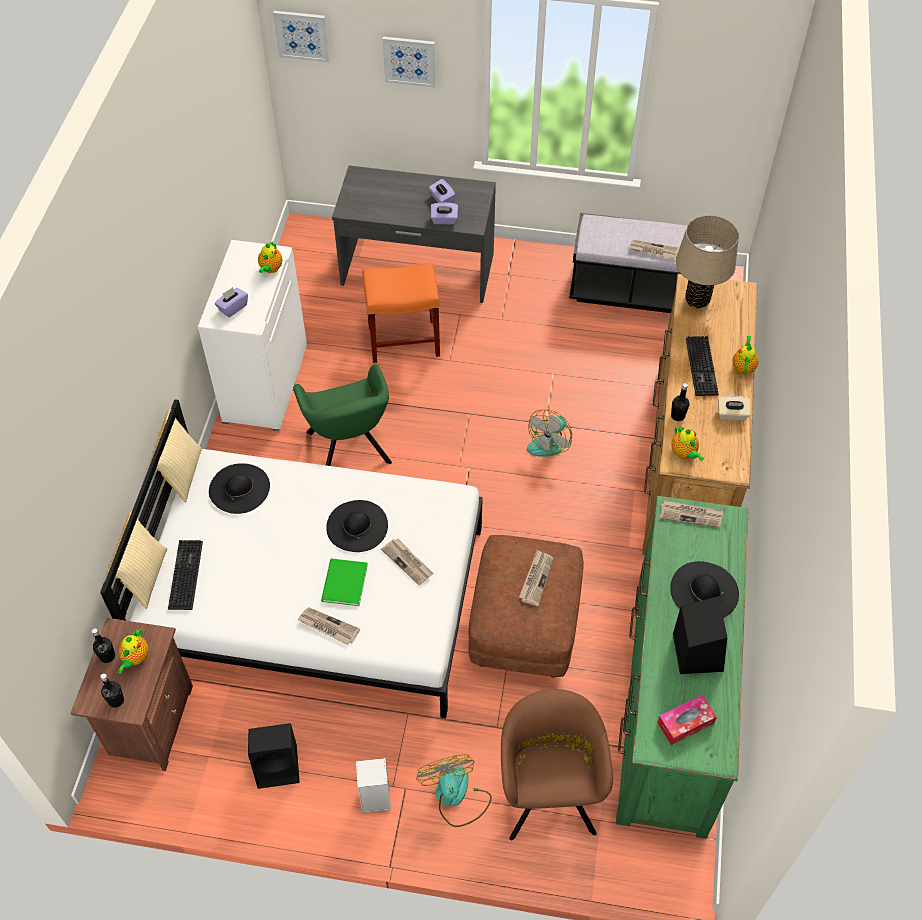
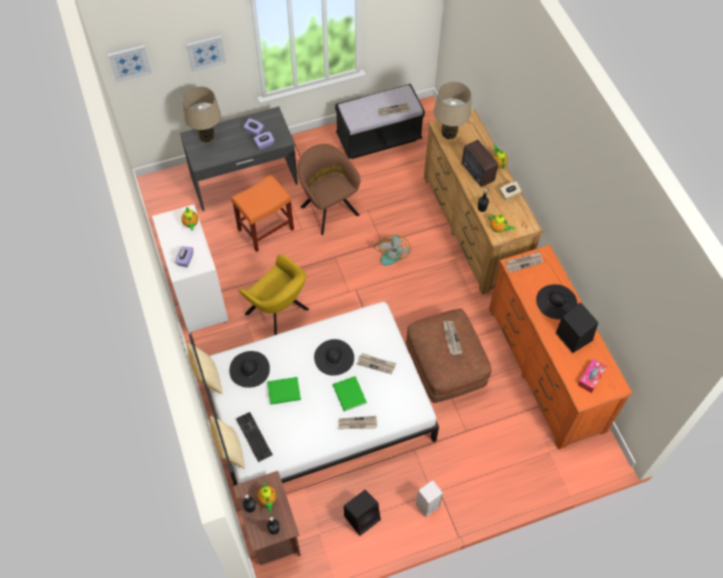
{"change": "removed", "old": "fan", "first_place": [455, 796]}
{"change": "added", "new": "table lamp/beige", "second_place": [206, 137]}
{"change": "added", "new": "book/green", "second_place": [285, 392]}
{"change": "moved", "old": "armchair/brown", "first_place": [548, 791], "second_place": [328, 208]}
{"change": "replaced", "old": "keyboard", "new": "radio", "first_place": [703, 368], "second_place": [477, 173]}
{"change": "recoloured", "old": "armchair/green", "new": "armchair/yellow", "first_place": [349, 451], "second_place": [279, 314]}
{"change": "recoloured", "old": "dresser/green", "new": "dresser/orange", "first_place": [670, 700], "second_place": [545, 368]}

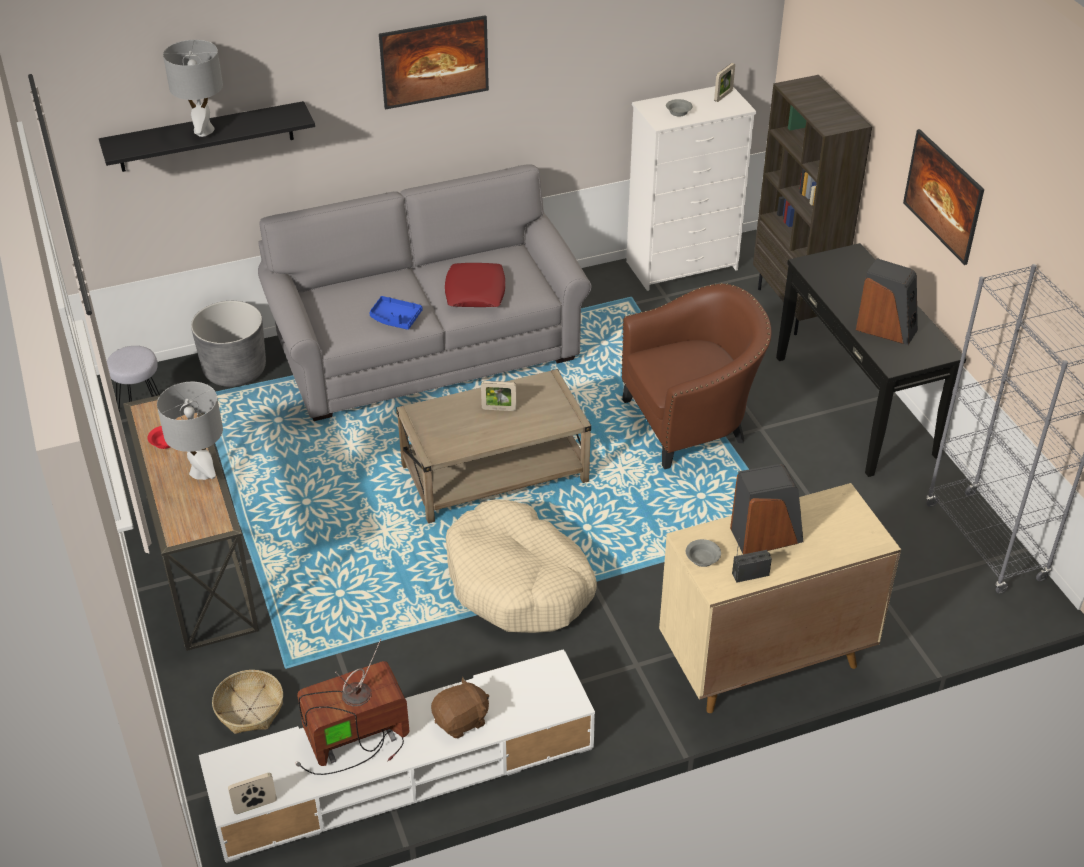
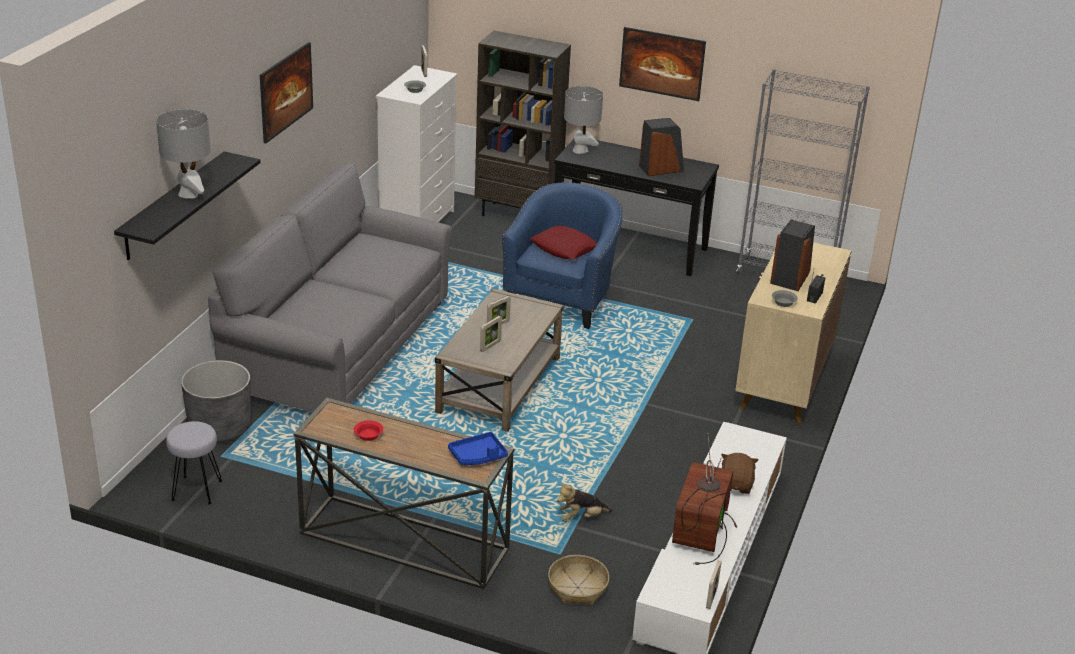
{"change": "removed", "old": "dog bed/beige", "first_place": [519, 582]}
{"change": "added", "new": "picture frame", "second_place": [490, 346]}
{"change": "added", "new": "plush toy", "second_place": [581, 517]}
{"change": "moved", "old": "table lamp/grey", "first_place": [201, 472], "second_place": [580, 150]}
{"change": "moved", "old": "tray/blue", "first_place": [395, 318], "second_place": [478, 456]}
{"change": "moved", "old": "pillow/red", "first_place": [475, 291], "second_place": [564, 248]}
{"change": "recoloured", "old": "armchair/brown", "new": "armchair/blue", "first_place": [691, 422], "second_place": [562, 299]}

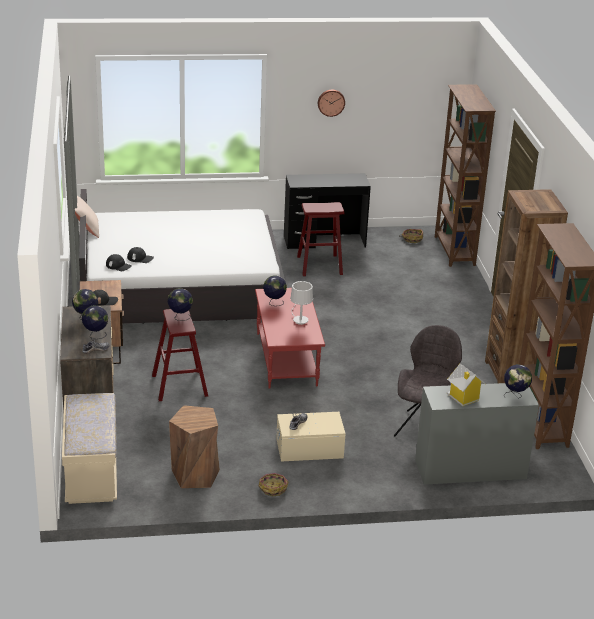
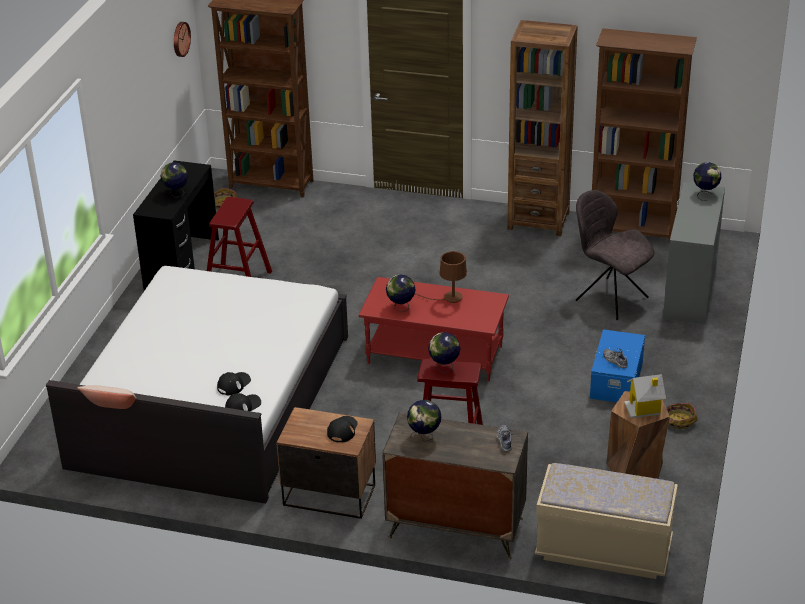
{"change": "moved", "old": "globe", "first_place": [95, 335], "second_place": [176, 194]}
{"change": "moved", "old": "wall clock", "first_place": [331, 102], "second_place": [180, 39]}
{"change": "moved", "old": "toy house", "first_place": [463, 398], "second_place": [644, 408]}
{"change": "recoloured", "old": "storage box/beige", "new": "storage box/blue", "first_place": [309, 448], "second_place": [615, 380]}
{"change": "recoloured", "old": "table lamp/white", "new": "table lamp/brown", "first_place": [299, 319], "second_place": [447, 299]}

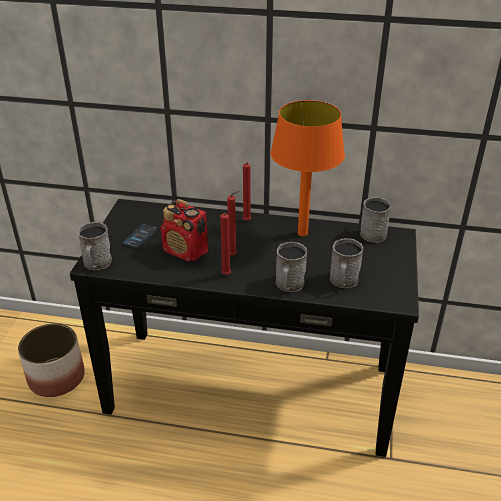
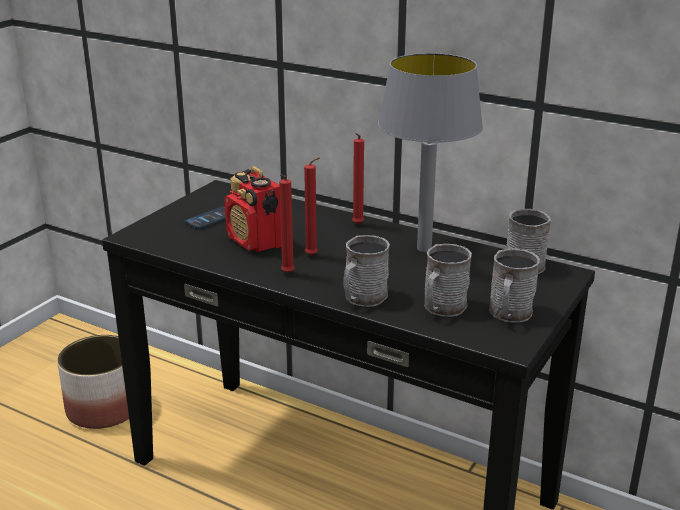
{"change": "moved", "old": "mug/grey", "first_place": [97, 264], "second_place": [509, 314]}
{"change": "recoloured", "old": "table lamp/orange", "new": "table lamp/grey", "first_place": [302, 233], "second_place": [423, 248]}

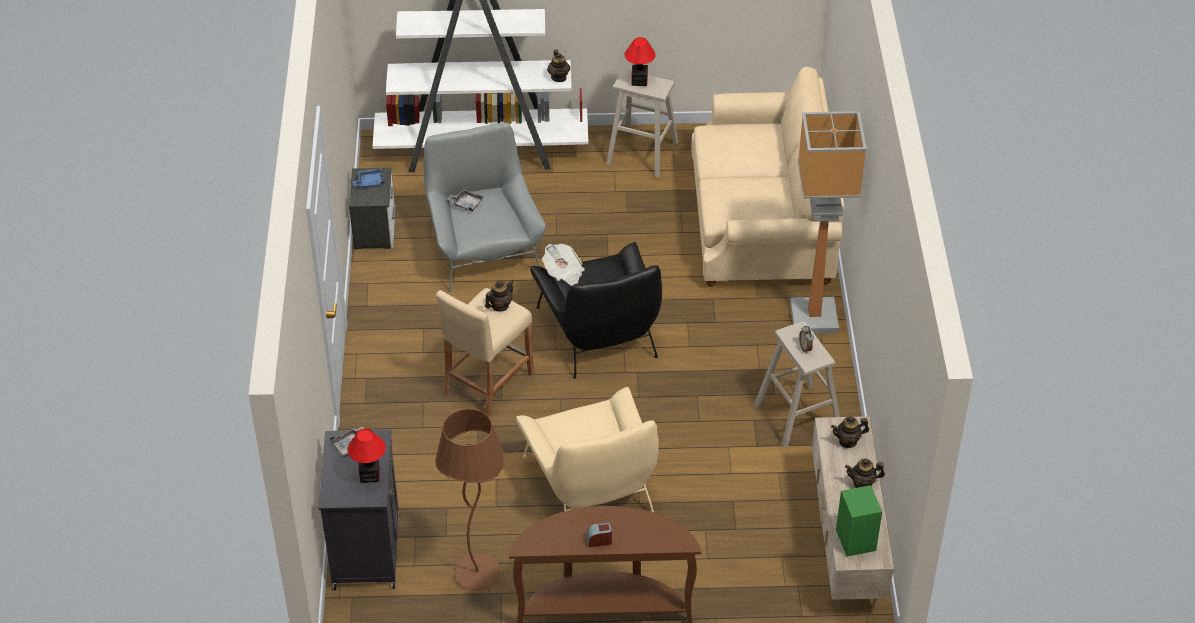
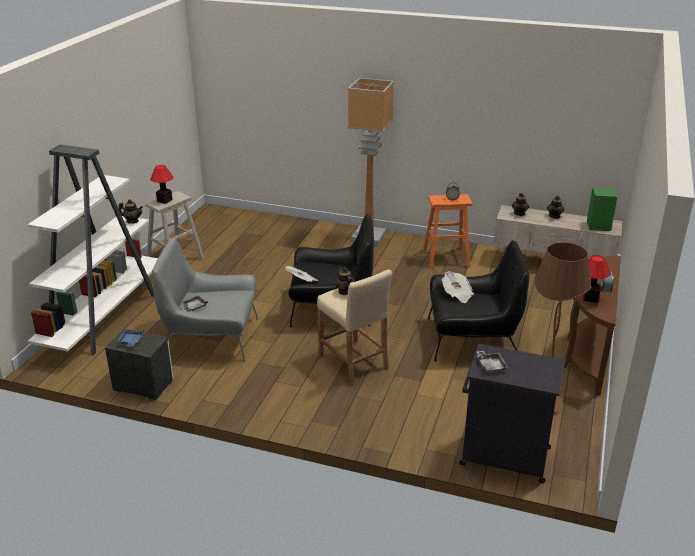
{"change": "removed", "old": "sofa/beige", "first_place": [762, 222]}
{"change": "added", "new": "newspaper", "second_place": [457, 294]}
{"change": "moved", "old": "table lamp", "first_place": [369, 475], "second_place": [590, 298]}
{"change": "recoloured", "old": "armchair/beige", "new": "armchair/black", "first_place": [590, 484], "second_place": [472, 339]}
{"change": "recoloured", "old": "stool/beige", "new": "stool/orange", "first_place": [797, 416], "second_place": [446, 257]}

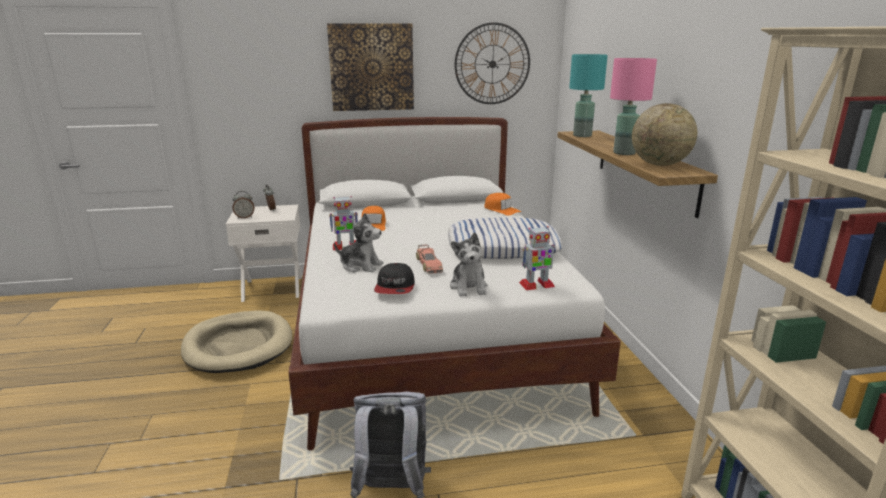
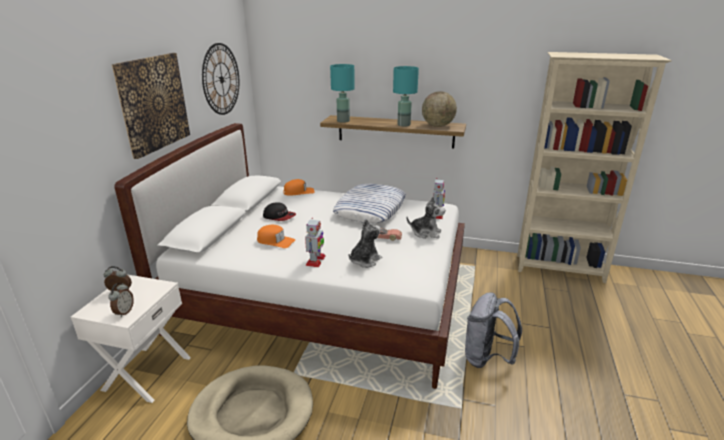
{"change": "moved", "old": "cap", "first_place": [395, 287], "second_place": [279, 216]}
{"change": "recoloured", "old": "table lamp/pink", "new": "table lamp/turquoise", "first_place": [623, 153], "second_place": [404, 125]}

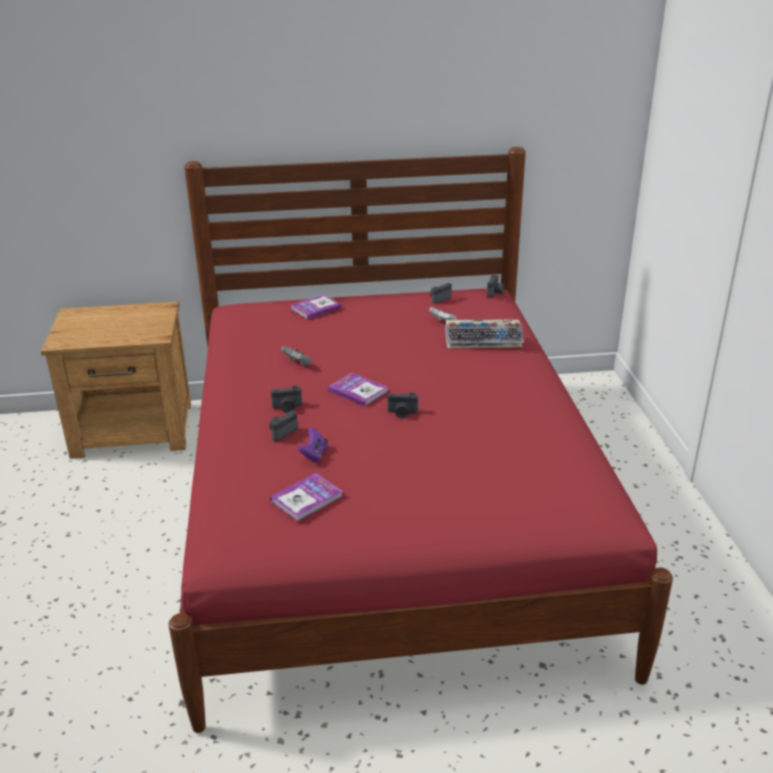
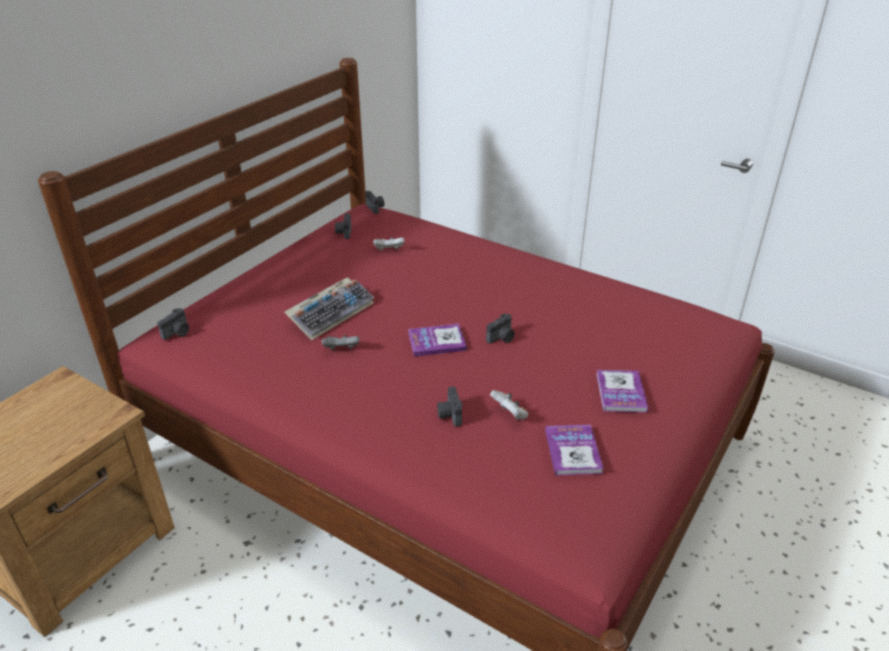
{"change": "moved", "old": "photo camera", "first_place": [287, 407], "second_place": [177, 332]}
{"change": "moved", "old": "book", "first_place": [315, 308], "second_place": [621, 392]}
{"change": "moved", "old": "keyboard", "first_place": [484, 339], "second_place": [331, 313]}
{"change": "recoloured", "old": "game controller/purple", "new": "game controller/white", "first_place": [314, 455], "second_place": [509, 414]}

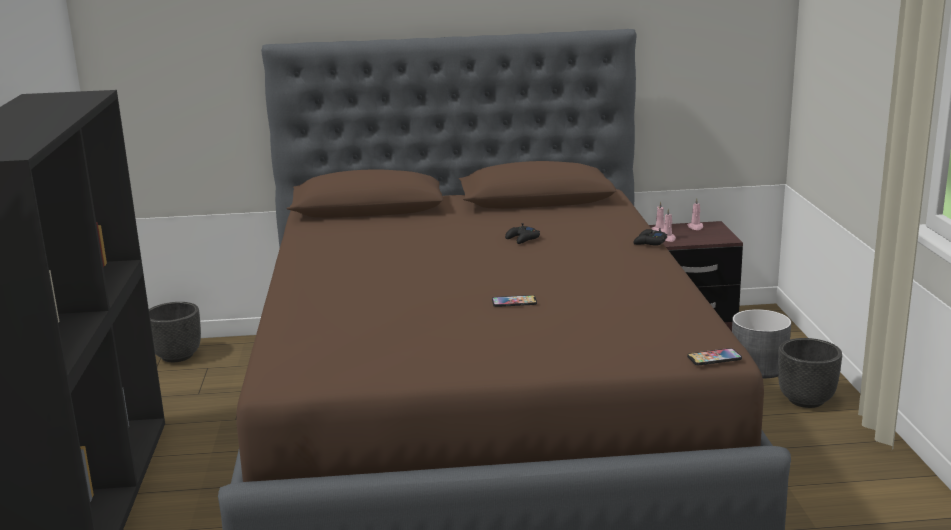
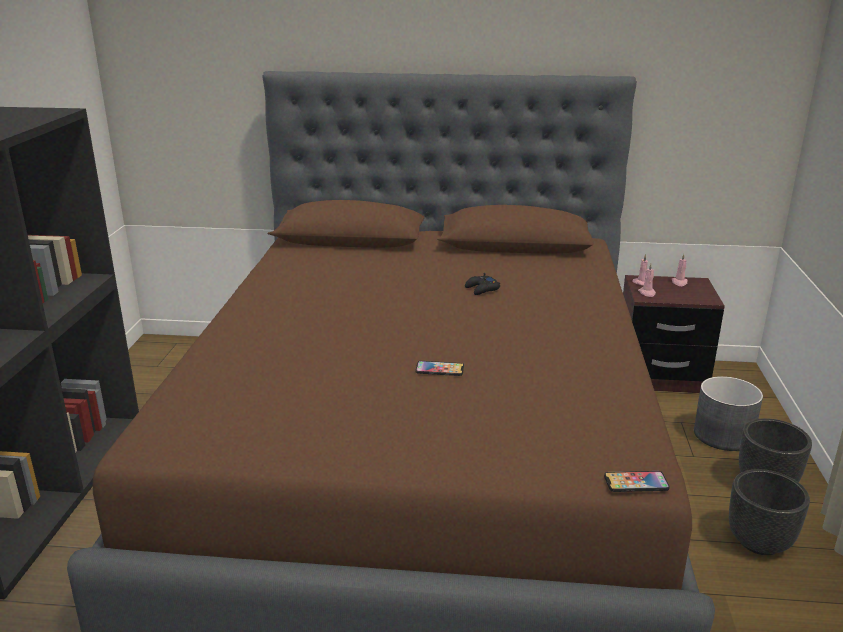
{"change": "removed", "old": "game controller/black", "first_place": [649, 242]}
{"change": "moved", "old": "planter/black", "first_place": [178, 356], "second_place": [760, 542]}

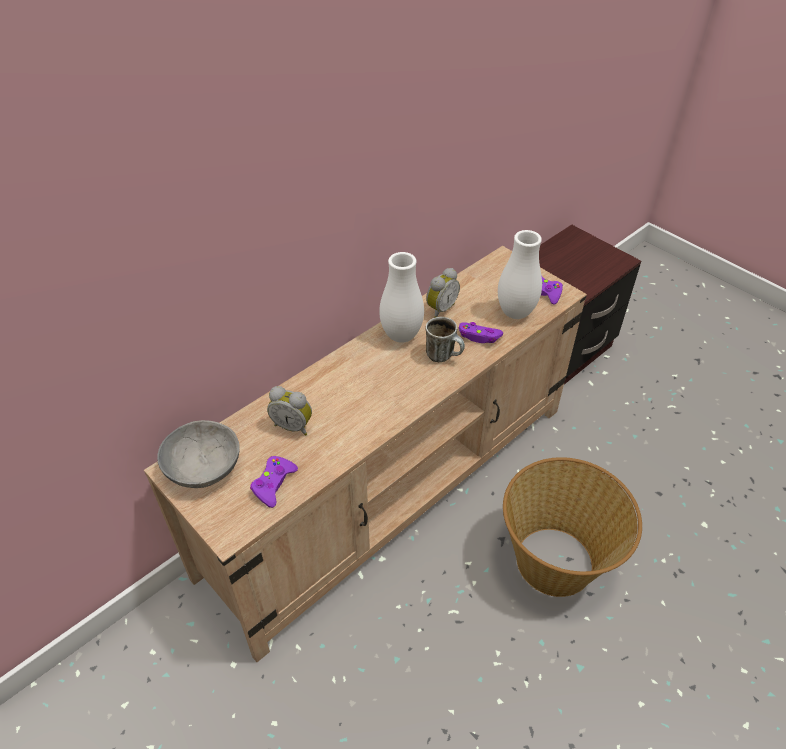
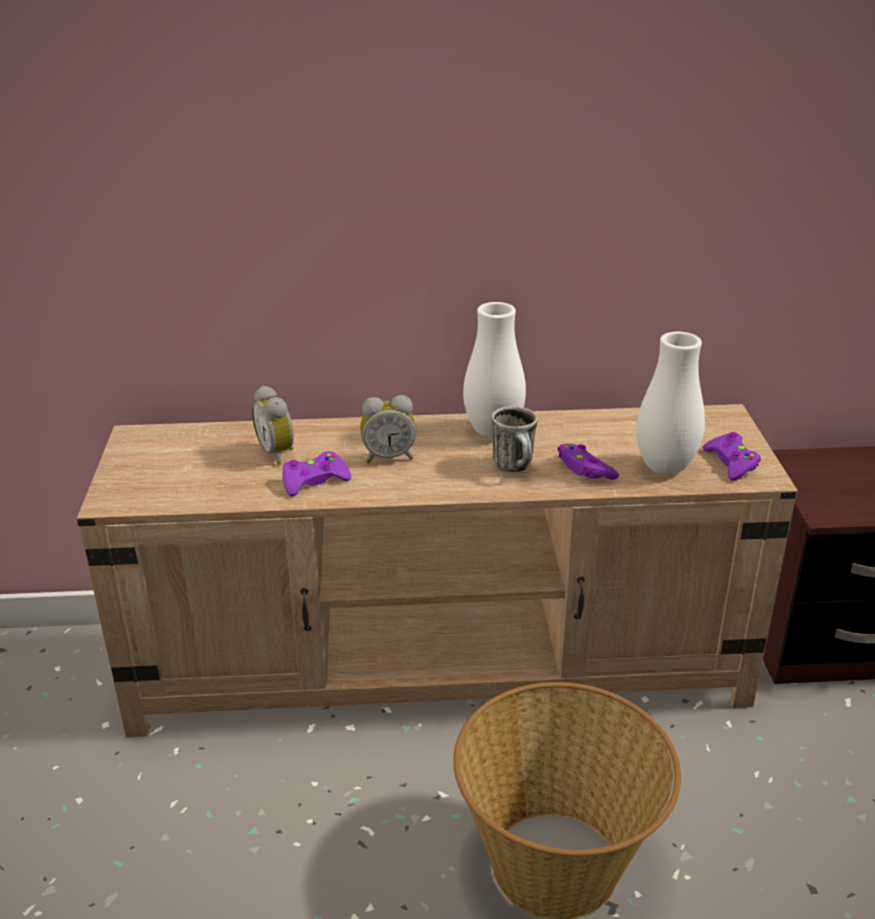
{"change": "removed", "old": "bowl/grey", "first_place": [203, 467]}
{"change": "moved", "old": "game controller/purple", "first_place": [273, 484], "second_place": [314, 481]}
{"change": "moved", "old": "alarm clock", "first_place": [440, 309], "second_place": [388, 457]}

